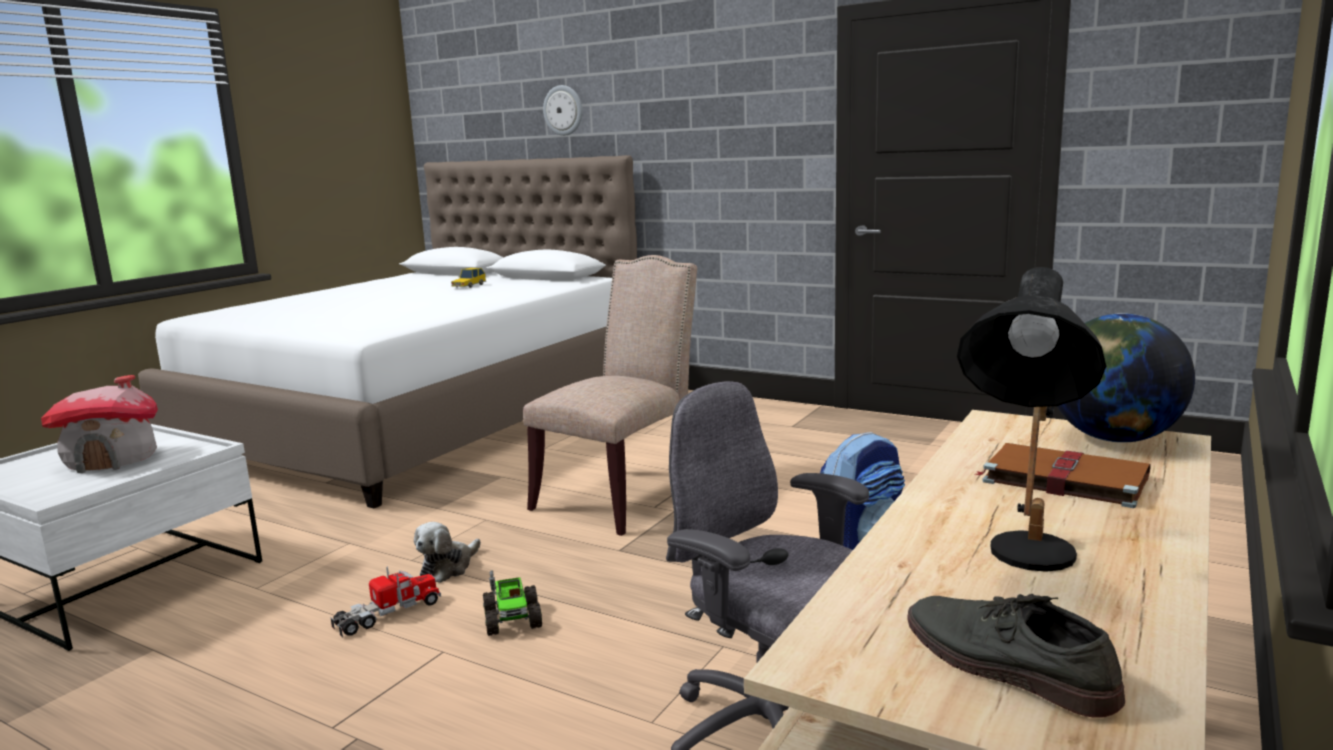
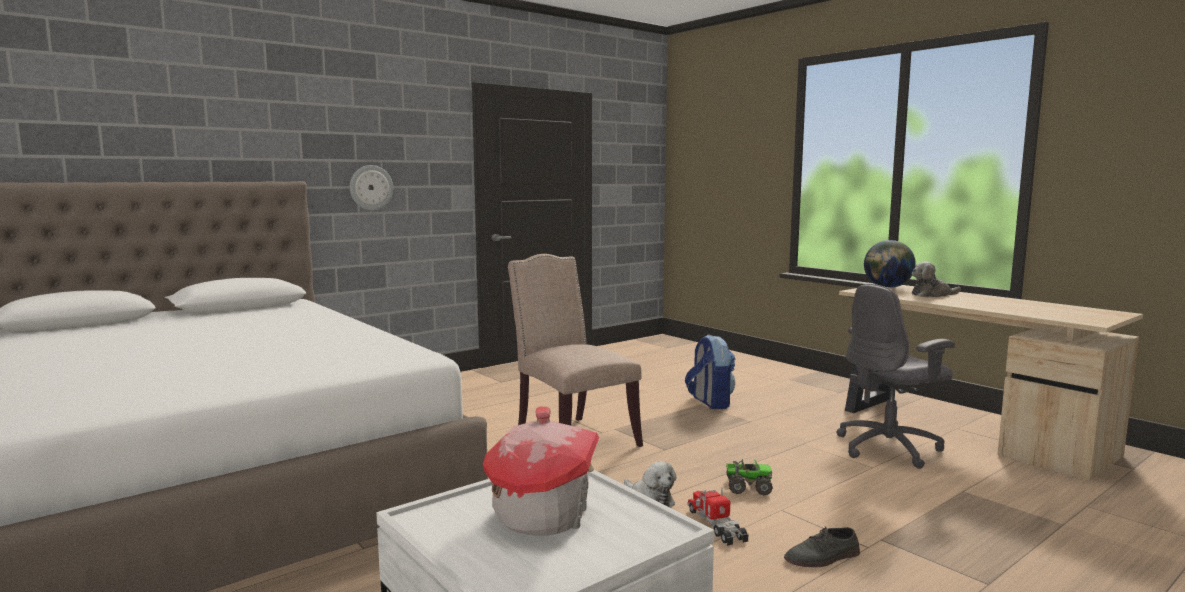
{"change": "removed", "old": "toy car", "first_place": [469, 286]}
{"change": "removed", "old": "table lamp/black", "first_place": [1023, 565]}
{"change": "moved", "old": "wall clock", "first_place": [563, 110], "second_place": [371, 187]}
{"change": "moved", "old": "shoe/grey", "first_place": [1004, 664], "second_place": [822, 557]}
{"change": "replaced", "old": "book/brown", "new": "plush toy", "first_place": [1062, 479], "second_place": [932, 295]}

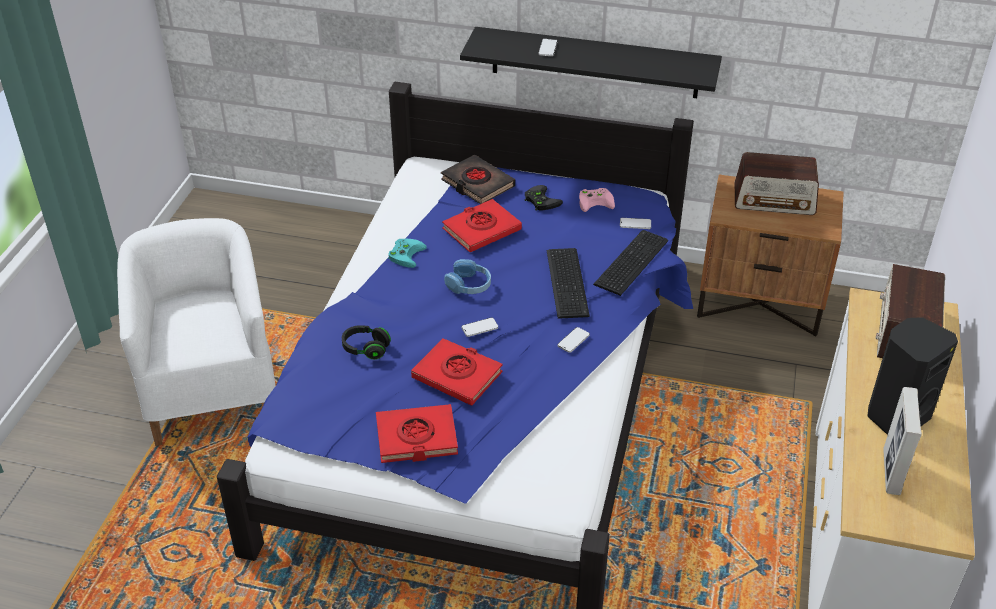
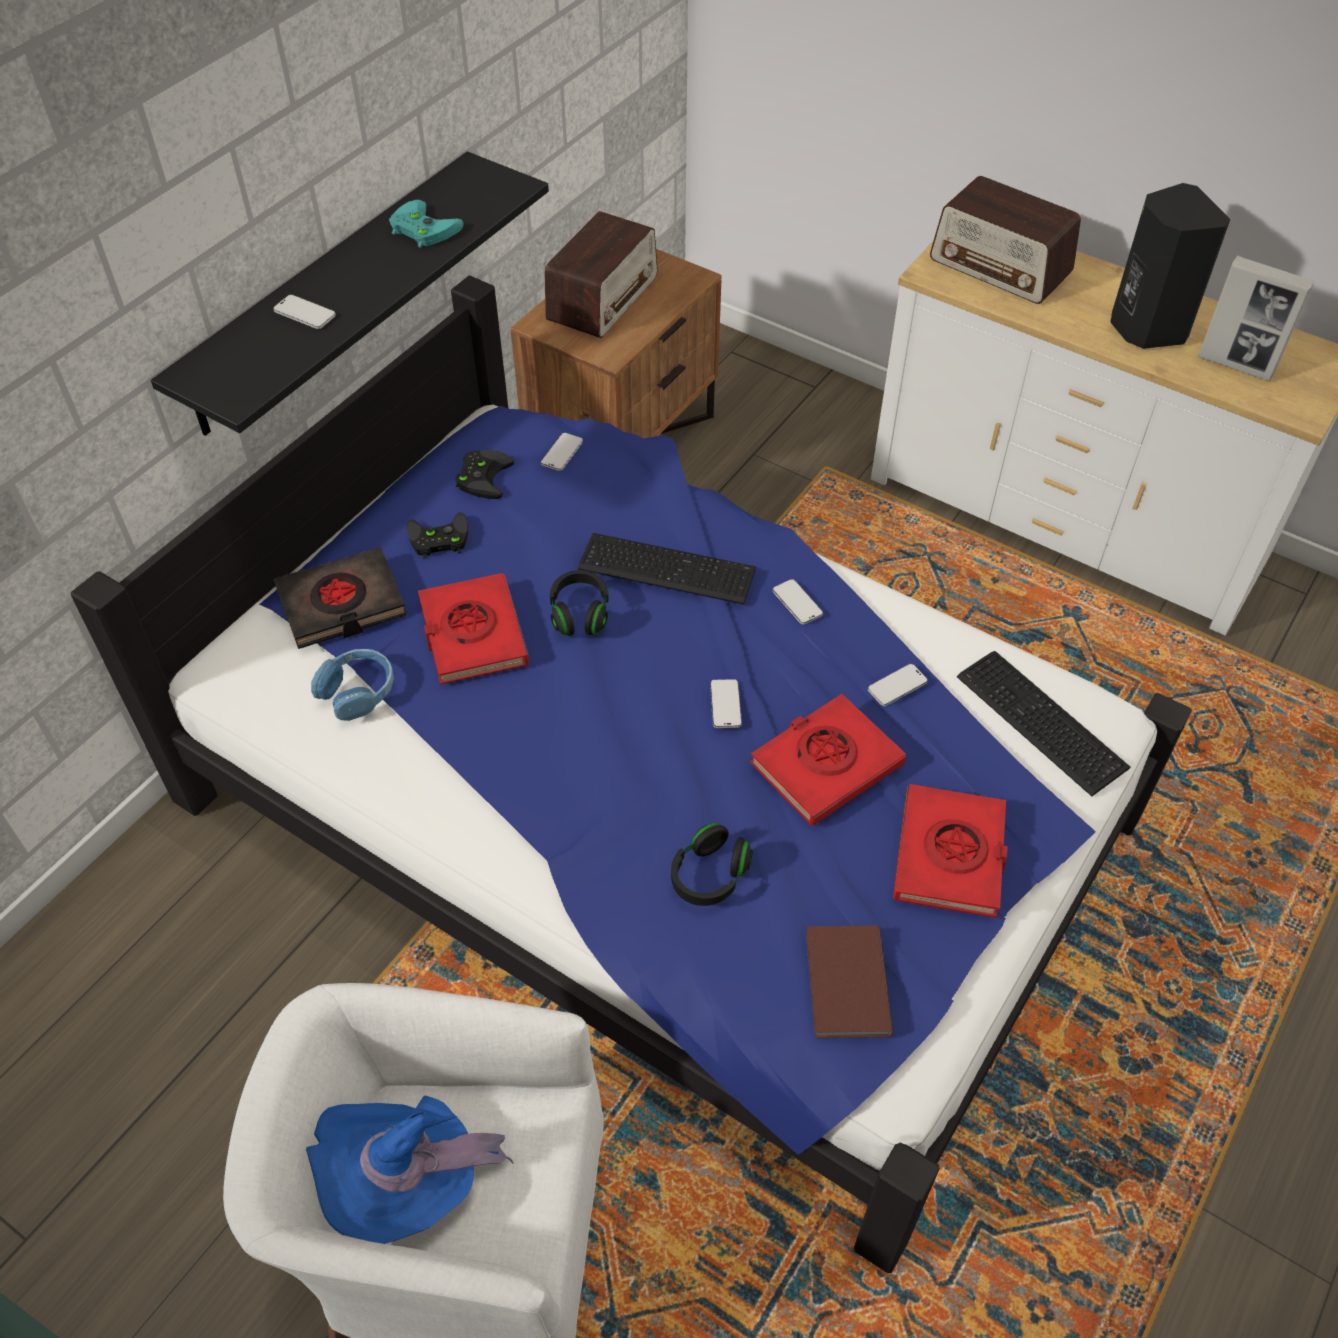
{"change": "added", "new": "hat/blue", "second_place": [408, 1183]}
{"change": "added", "new": "headphones/black", "second_place": [580, 614]}
{"change": "added", "new": "book/brown", "second_place": [844, 985]}
{"change": "added", "new": "phone", "second_place": [897, 686]}
{"change": "moved", "old": "game controller/turquoise", "first_place": [405, 254], "second_place": [421, 228]}
{"change": "moved", "old": "headphones/blue", "first_place": [469, 285], "second_place": [357, 691]}
{"change": "moved", "old": "keyboard", "first_place": [629, 262], "second_place": [1040, 724]}
{"change": "recoloured", "old": "game controller/pink", "new": "game controller/black", "first_place": [596, 201], "second_place": [482, 476]}

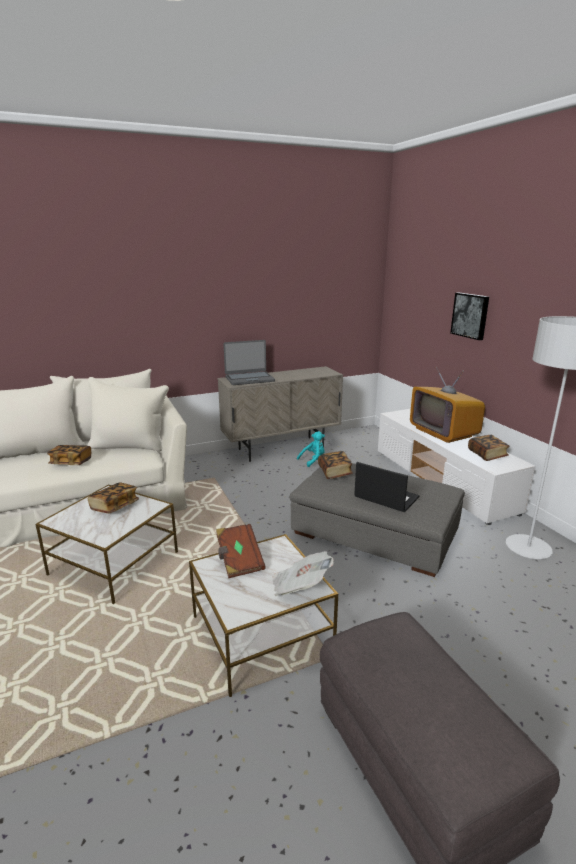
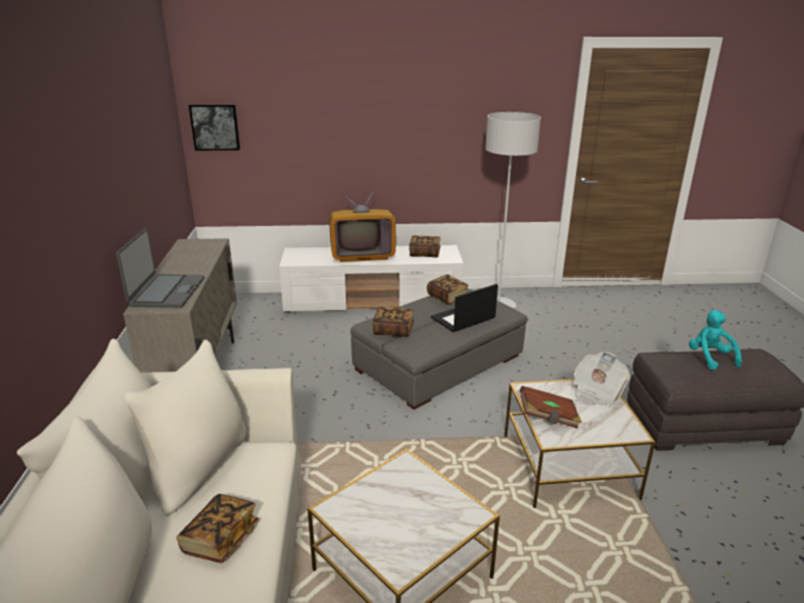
{"change": "moved", "old": "book", "first_place": [114, 506], "second_place": [447, 297]}
{"change": "moved", "old": "plush toy/turquoise", "first_place": [313, 460], "second_place": [710, 358]}
{"change": "moved", "old": "picture", "first_place": [470, 315], "second_place": [215, 126]}

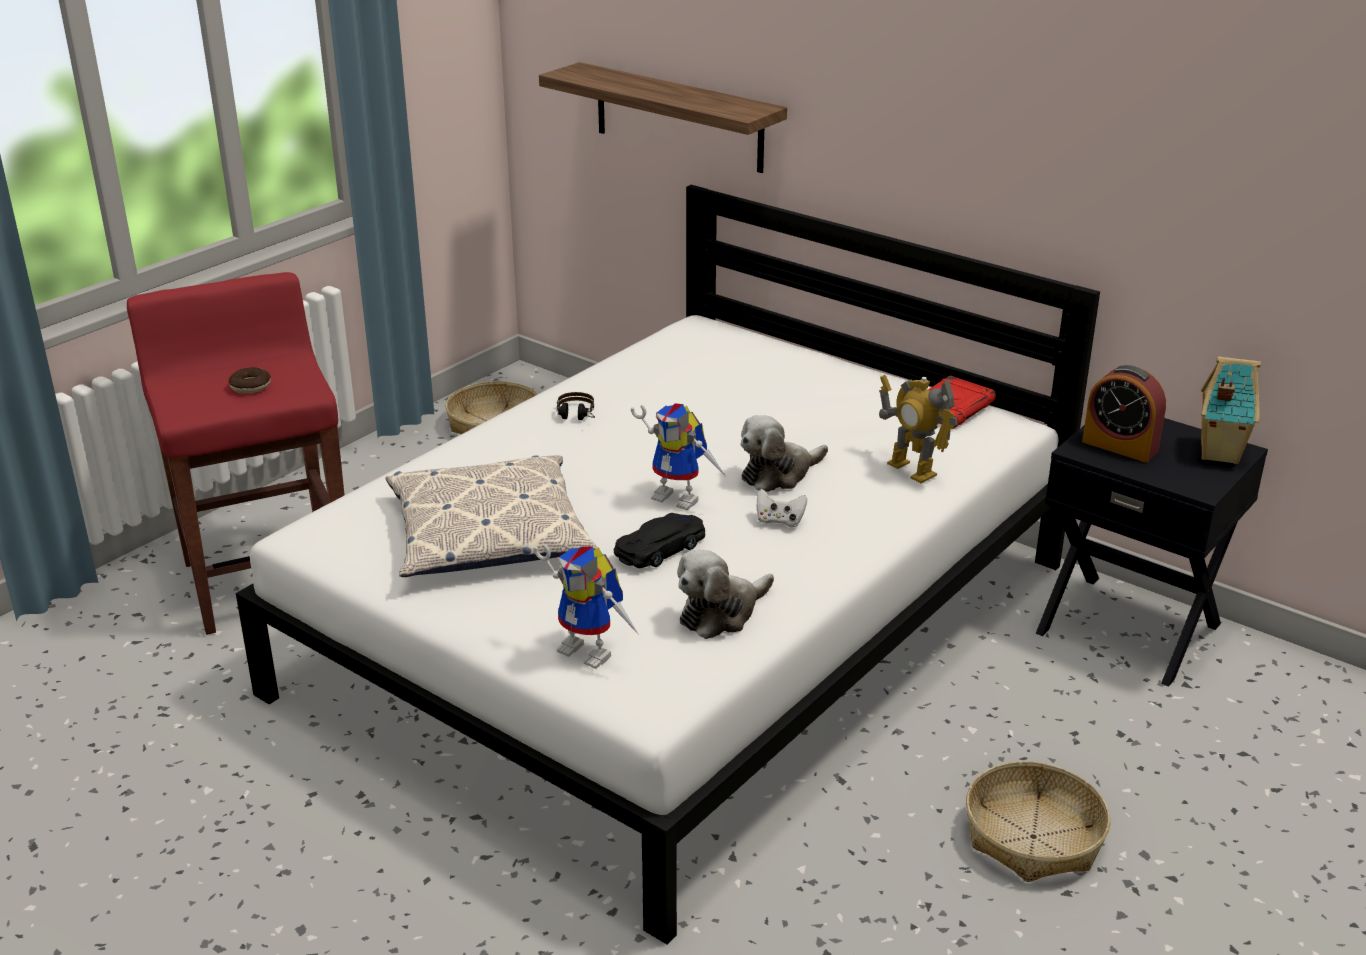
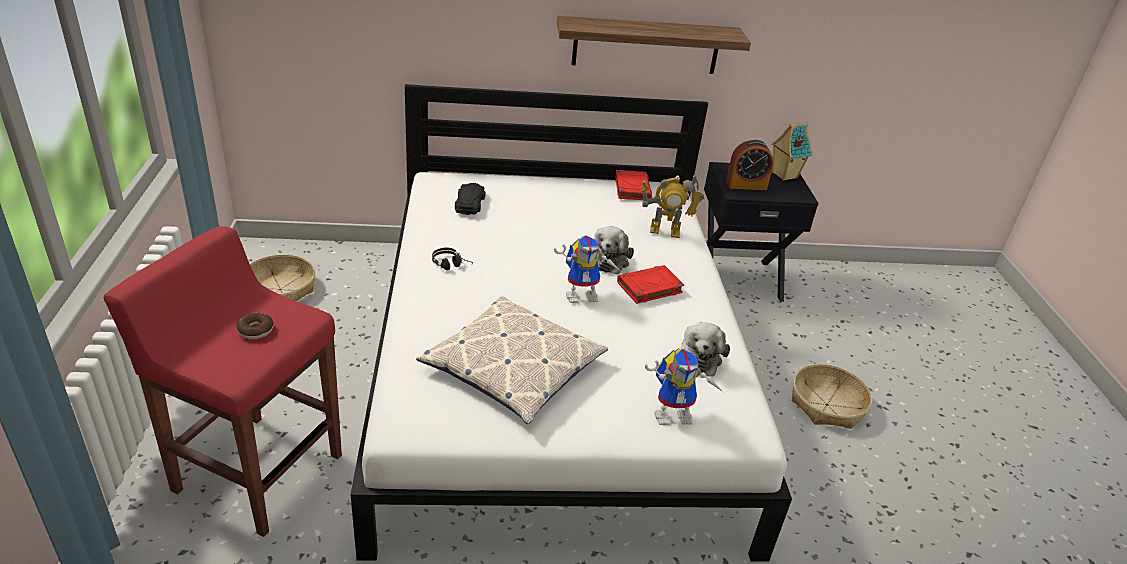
{"change": "moved", "old": "shelf", "first_place": [678, 117], "second_place": [646, 45]}
{"change": "moved", "old": "toy car/black", "first_place": [661, 548], "second_place": [470, 203]}
{"change": "replaced", "old": "game controller/white", "new": "book/red", "first_place": [779, 521], "second_place": [649, 288]}

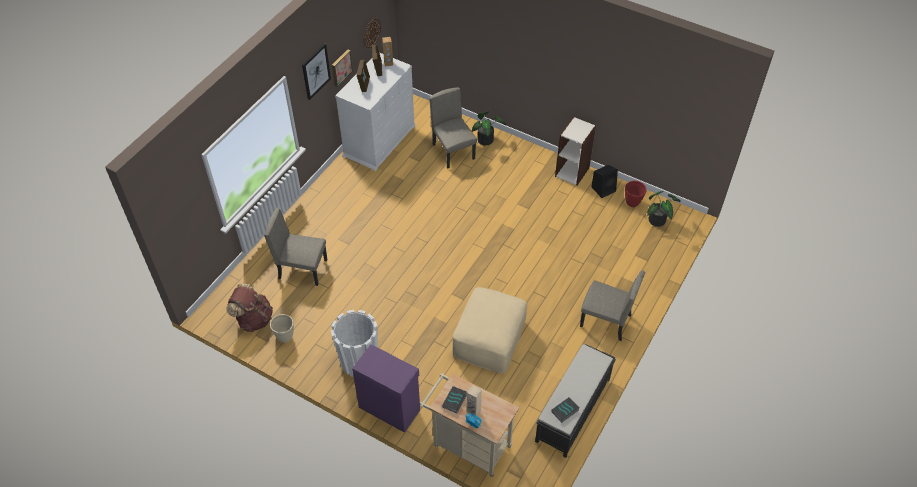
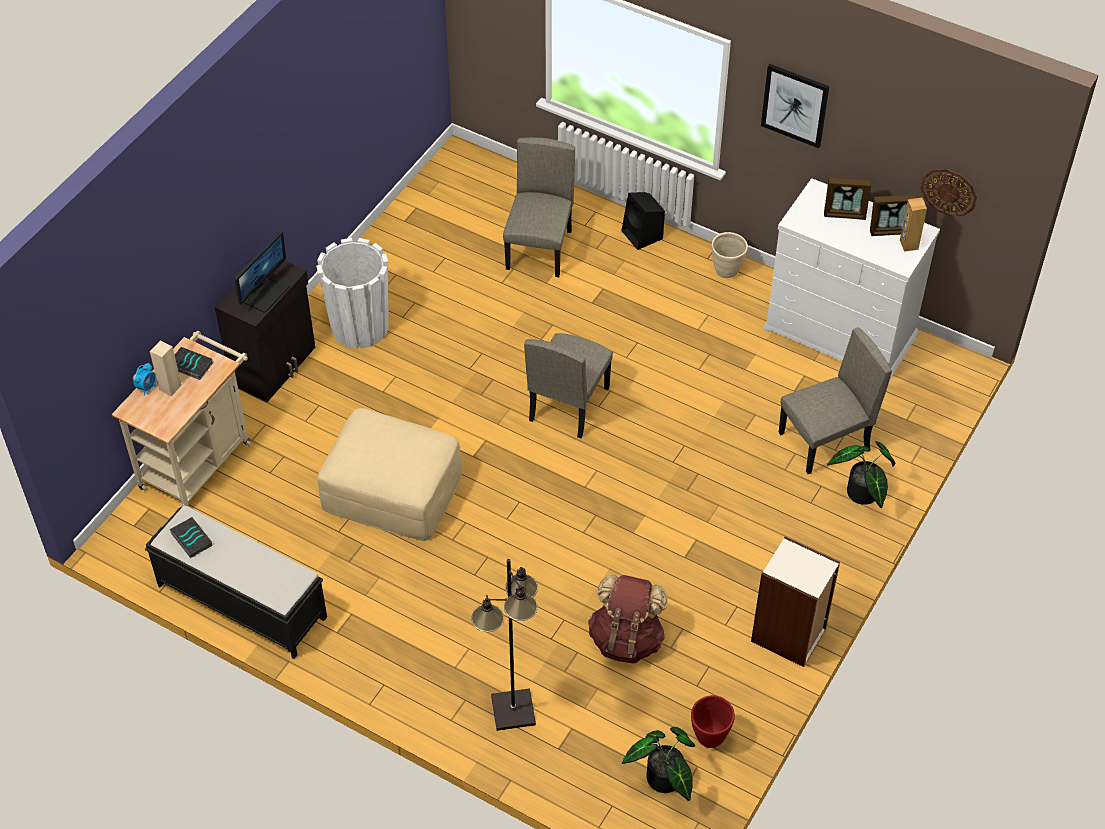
{"change": "removed", "old": "picture", "first_place": [341, 67]}
{"change": "added", "new": "monitor", "second_place": [265, 293]}
{"change": "added", "new": "floor lamp/black", "second_place": [512, 711]}
{"change": "moved", "old": "backpack/brown", "first_place": [254, 319], "second_place": [626, 639]}
{"change": "moved", "old": "planter/beige", "first_place": [285, 337], "second_place": [727, 271]}
{"change": "moved", "old": "chair/beige", "first_place": [605, 321], "second_place": [568, 404]}
{"change": "moved", "old": "speaker/black", "first_place": [604, 188], "second_place": [643, 235]}
{"change": "recoloured", "old": "cabinet/purple", "new": "cabinet/black", "first_place": [389, 407], "second_place": [275, 366]}

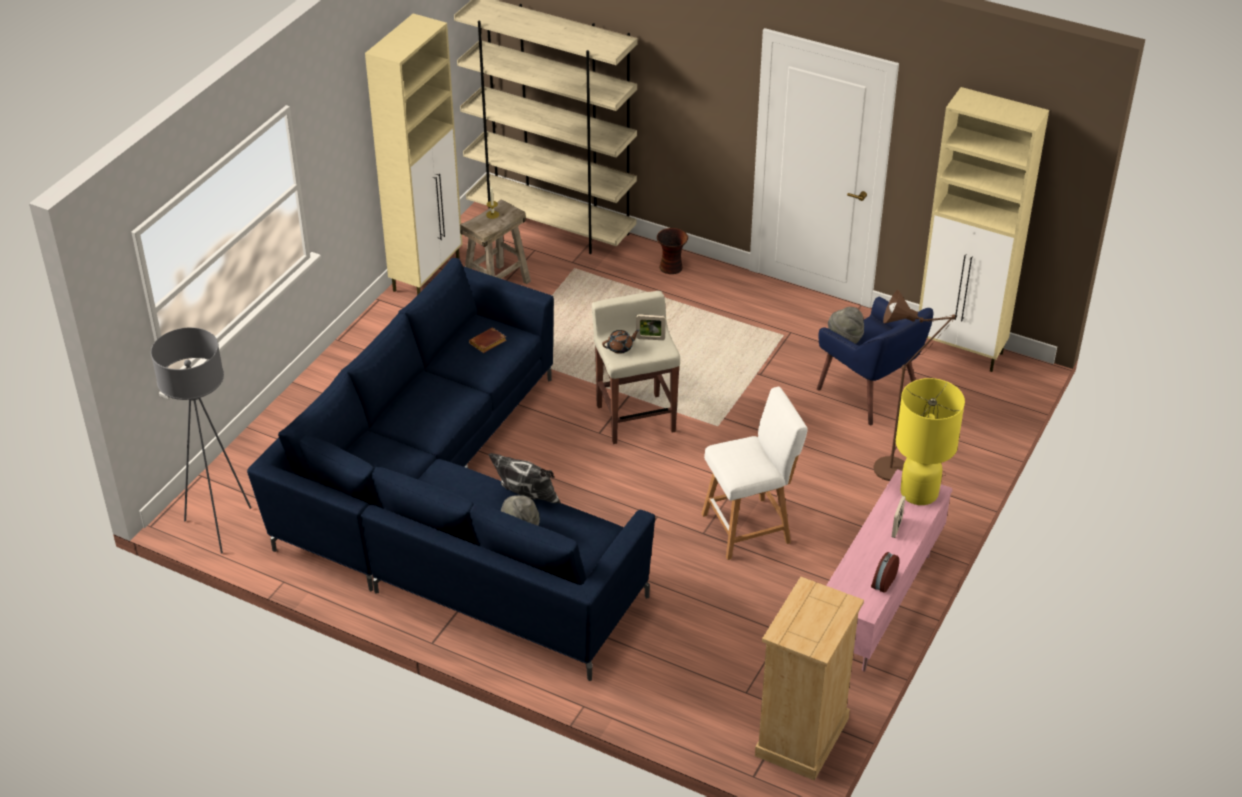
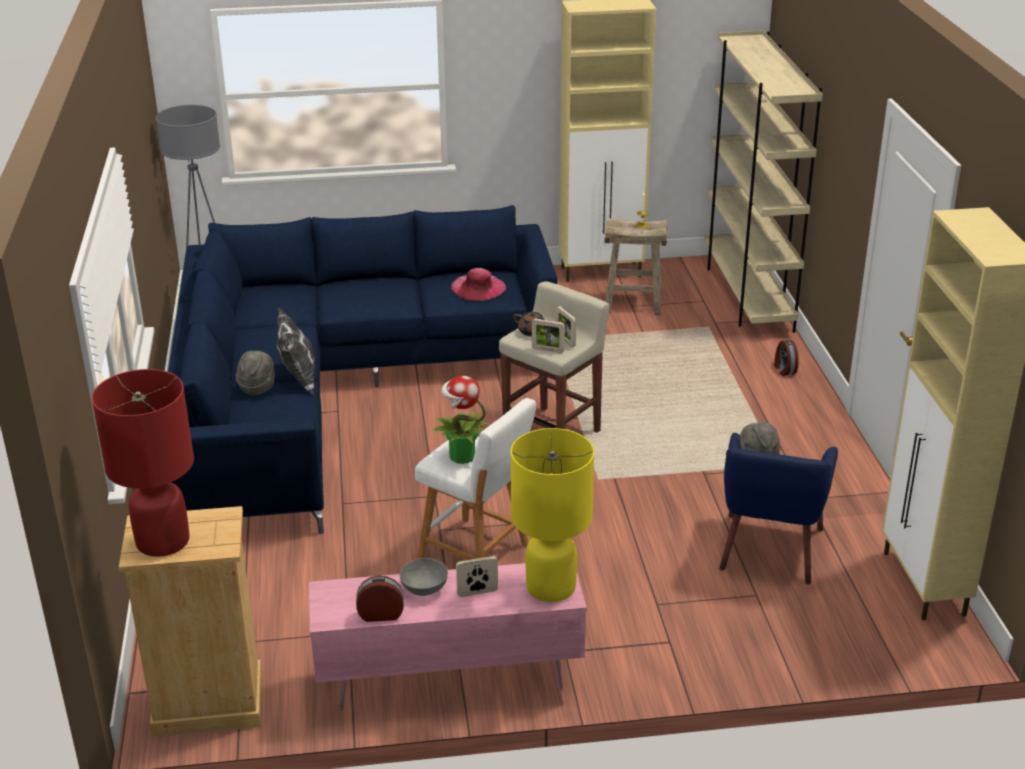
{"change": "removed", "old": "floor lamp/brown", "first_place": [898, 469]}
{"change": "added", "new": "table lamp/red", "second_place": [163, 542]}
{"change": "added", "new": "bowl/grey", "second_place": [424, 588]}
{"change": "added", "new": "potted plant", "second_place": [461, 456]}
{"change": "added", "new": "picture frame", "second_place": [547, 350]}
{"change": "replaced", "old": "book/brown", "new": "hat/pink", "first_place": [487, 343], "second_place": [478, 287]}
{"change": "replaced", "old": "vase", "new": "alarm clock", "first_place": [672, 267], "second_place": [784, 369]}

